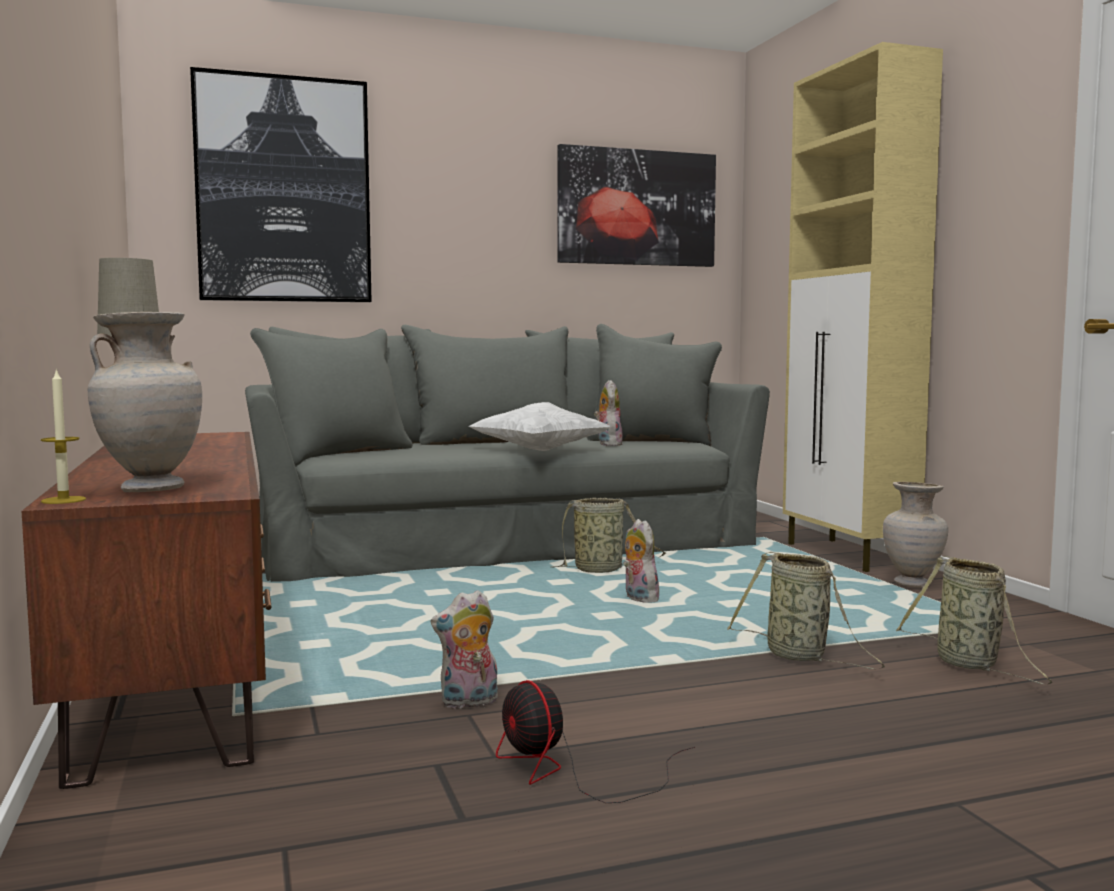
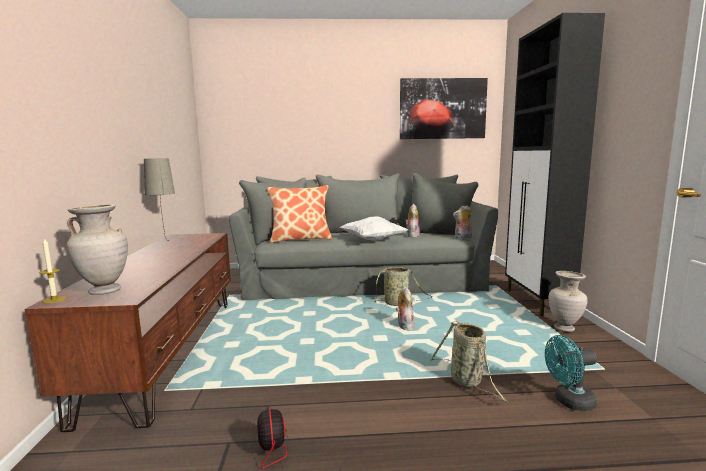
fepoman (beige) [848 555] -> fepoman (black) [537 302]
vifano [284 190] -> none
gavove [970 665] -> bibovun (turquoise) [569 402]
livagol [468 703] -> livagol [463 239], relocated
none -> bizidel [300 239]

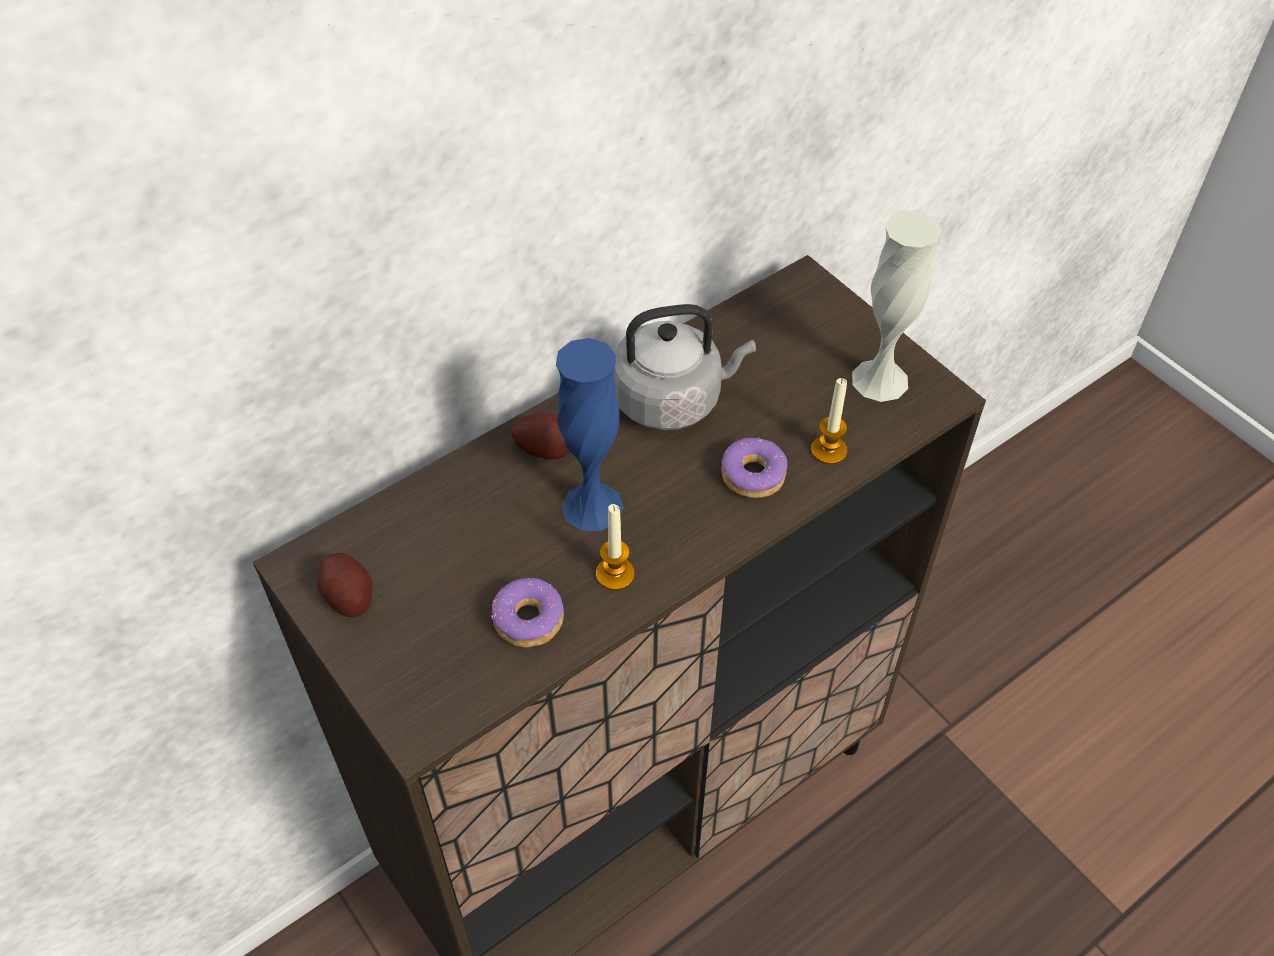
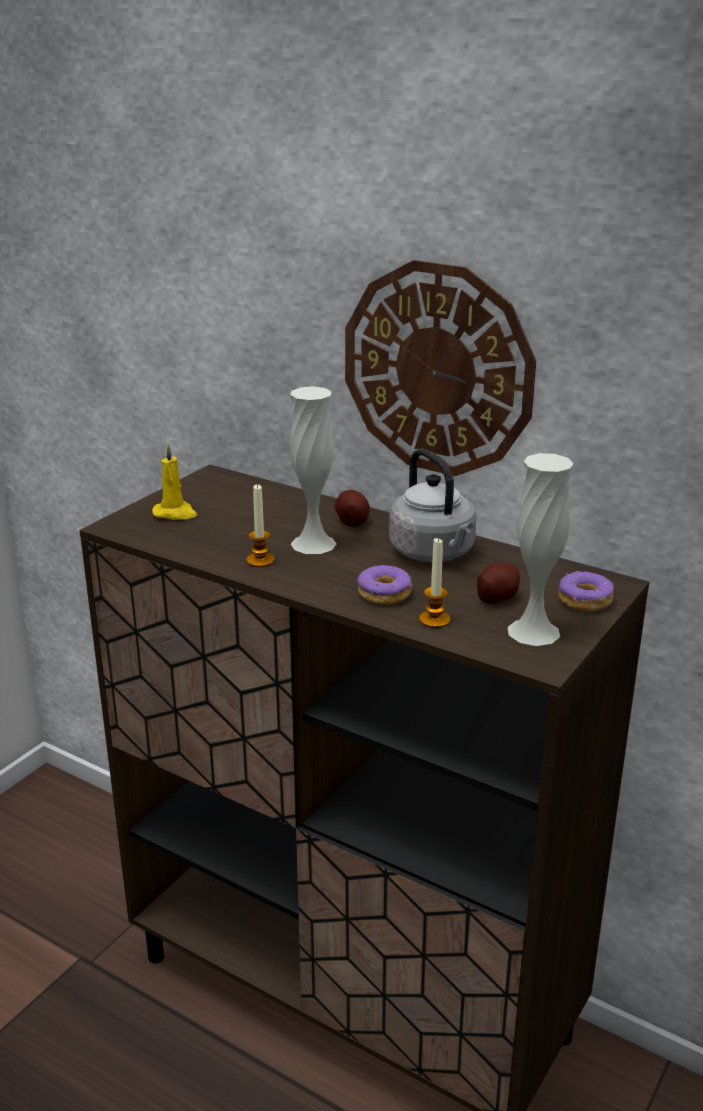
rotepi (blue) [592 506] -> rotepi (white) [313 544]
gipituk [348 596] -> gipituk [497 597], relocated
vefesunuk [529 620] -> vefesunuk [584 601], relocated
none -> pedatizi [437 370]
none -> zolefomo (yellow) [175 513]

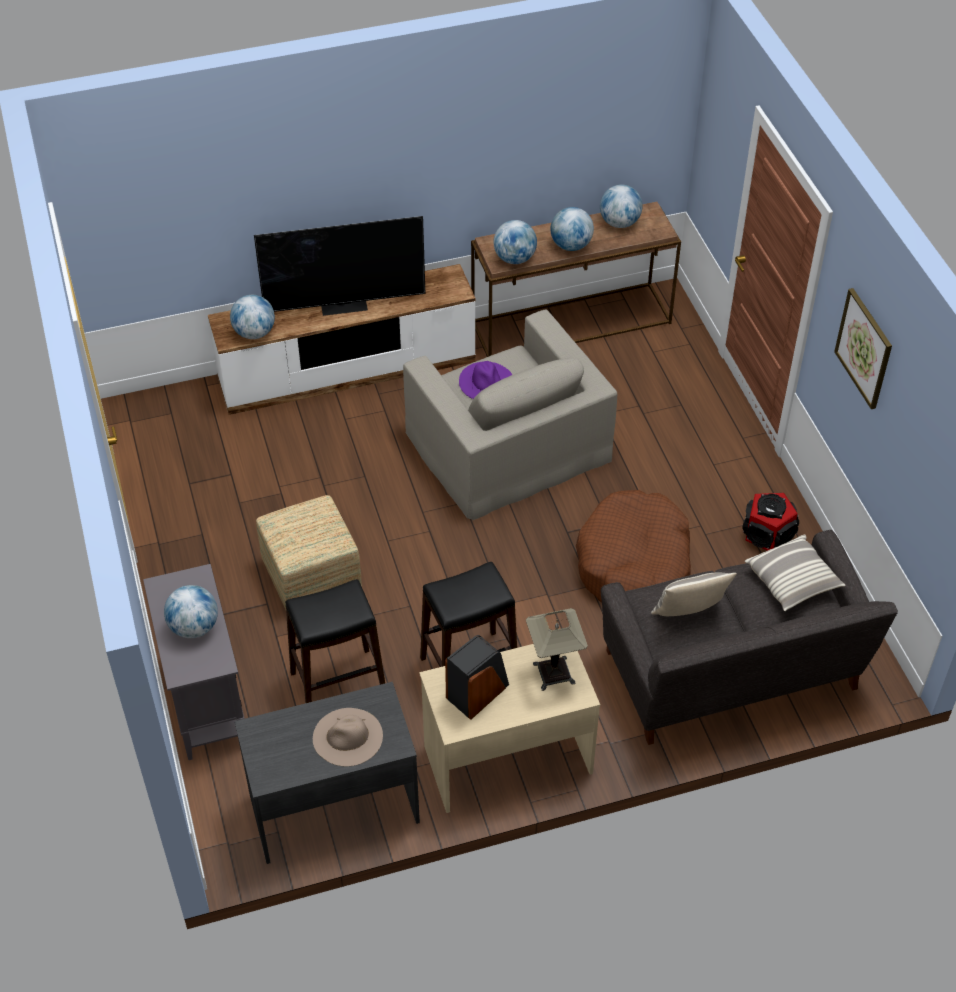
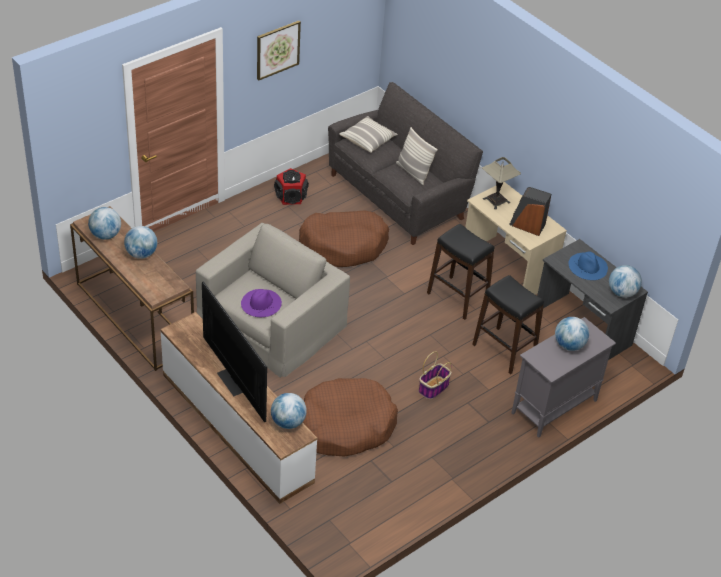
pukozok [514 259] -> pukozok [622 292], relocated
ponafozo [310 575] -> gavove [433 388]
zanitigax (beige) [347 737] -> zanitigax (blue) [588 266]
none -> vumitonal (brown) [345 426]

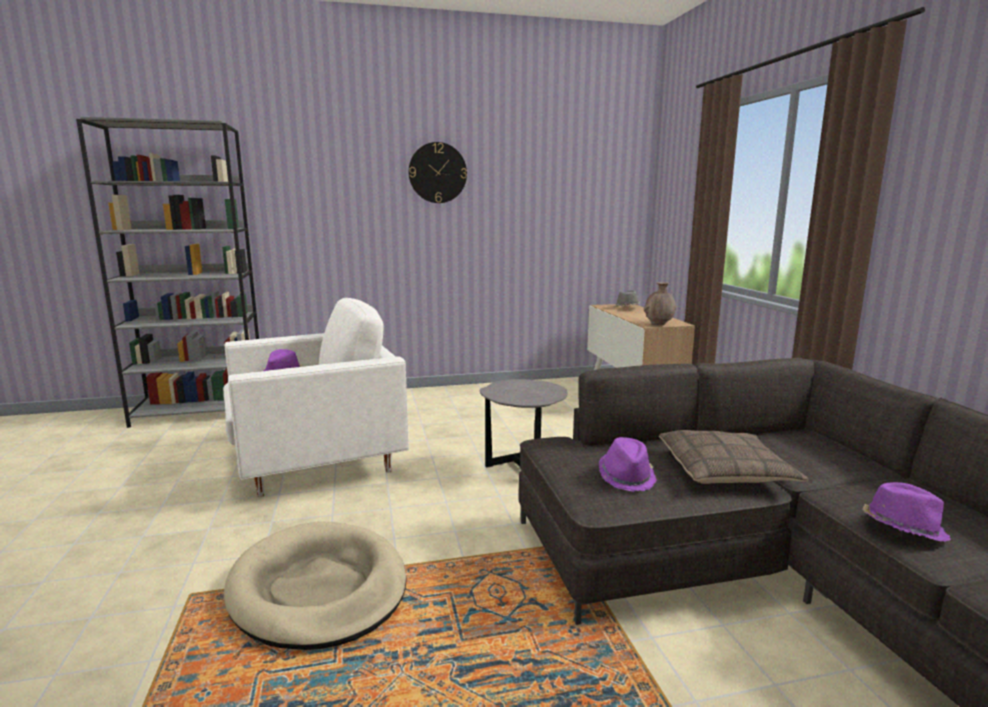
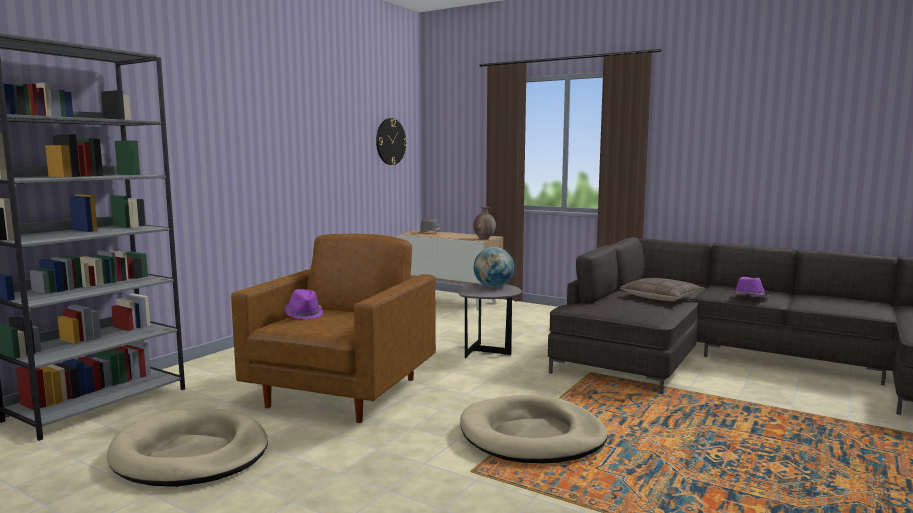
pedatizi [437 173] -> pedatizi [390 141], relocated
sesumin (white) [316 462] -> sesumin (brown) [342 393]
zanitigax (purple) [626 477] -> none
none -> pukozok [493 287]
none -> vumitonal (beige) [191 454]

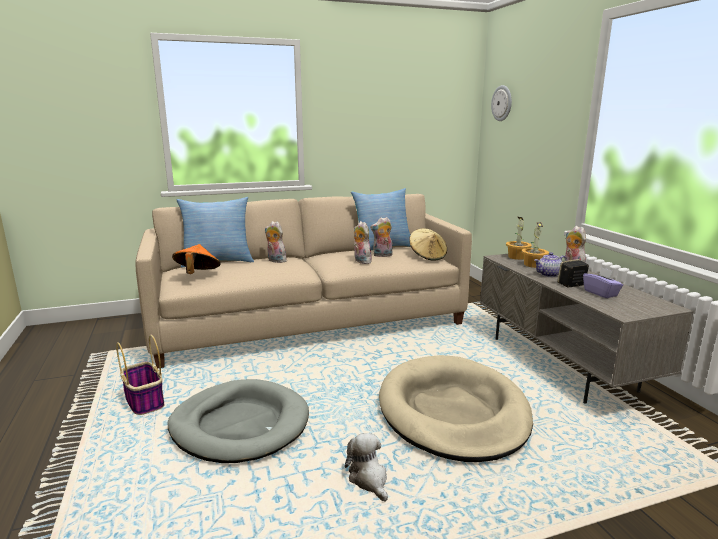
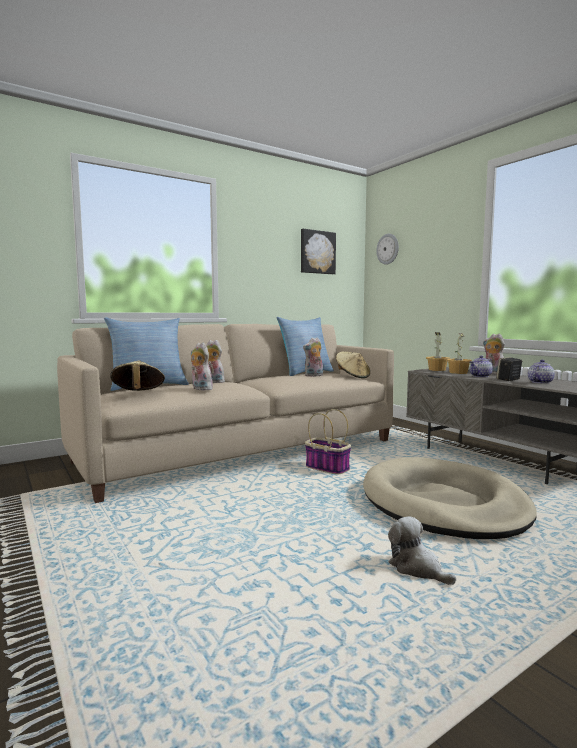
livagol [361 261] -> livagol [200 389], relocated
zanitigax (orange) [197 274] -> zanitigax (beige) [138 393]
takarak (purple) [601 293] -> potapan [540 382]
gavove [144 401] -> gavove [326 468], relocated
vumitonal (grey) [240 425] -> none
none -> vifano [317 252]

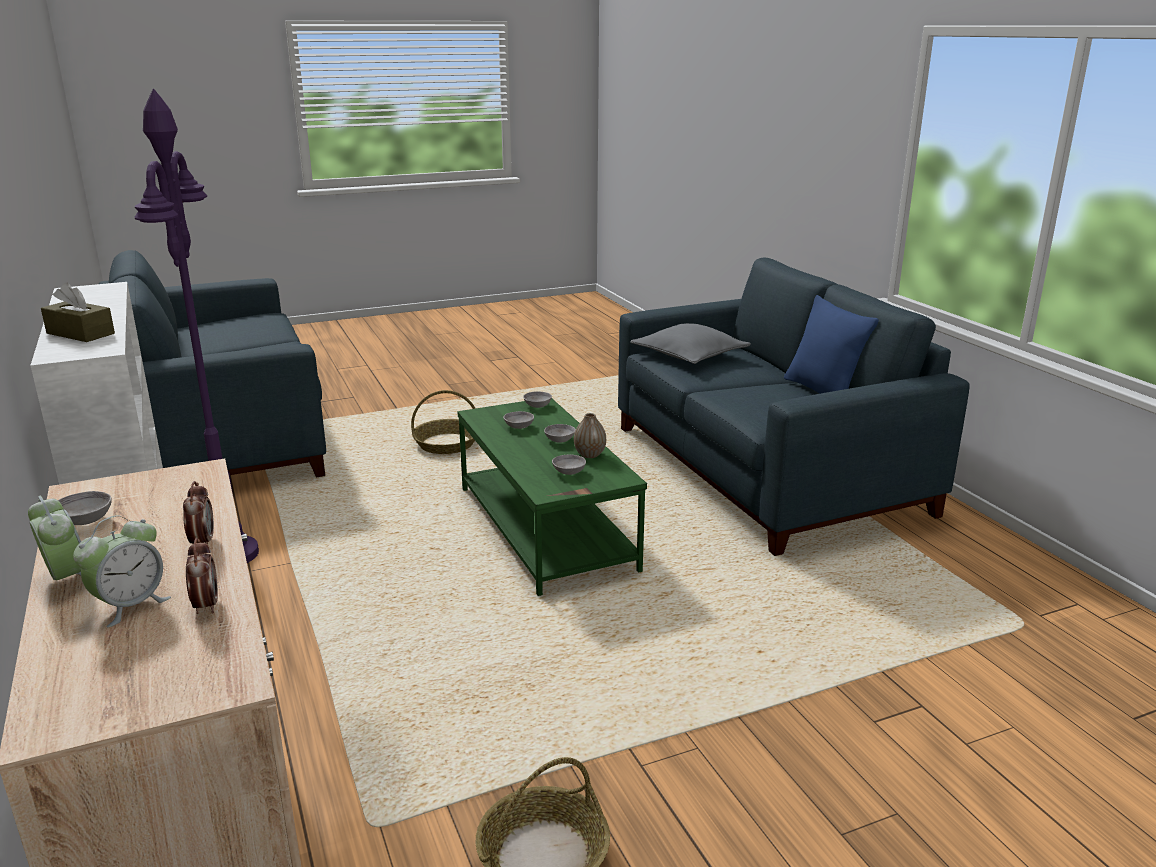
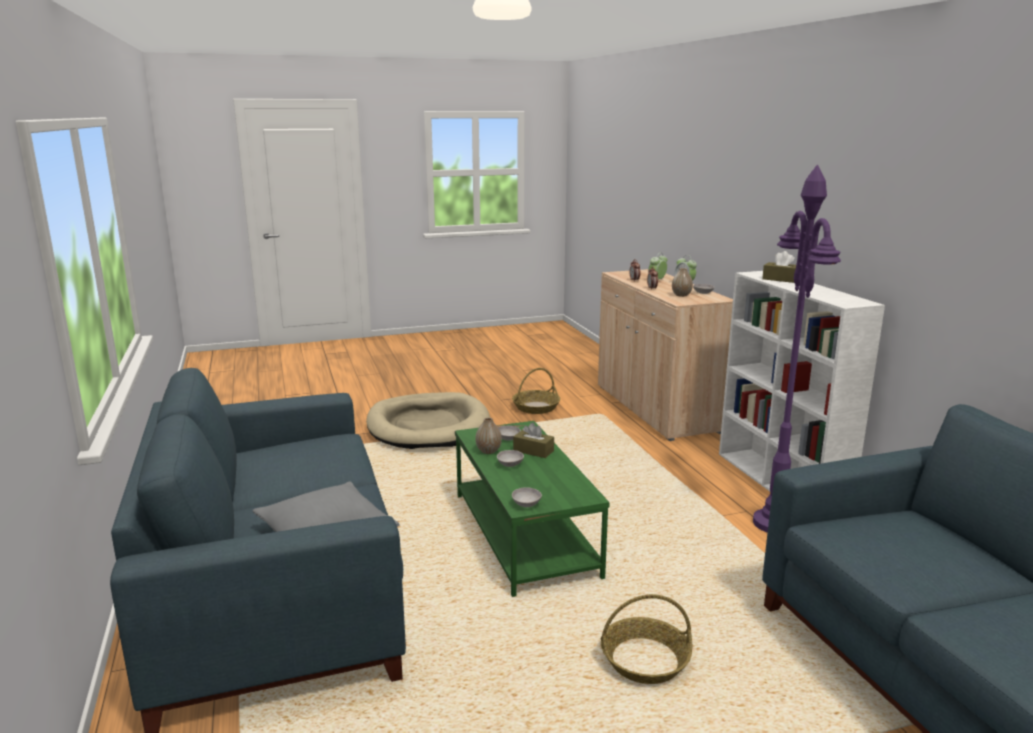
bizidel (blue) [822 392] -> none
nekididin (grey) [518 427] -> none
none -> rotepi [681 295]
none -> vumitonal (beige) [428 426]
none -> takarak (brown) [533 451]

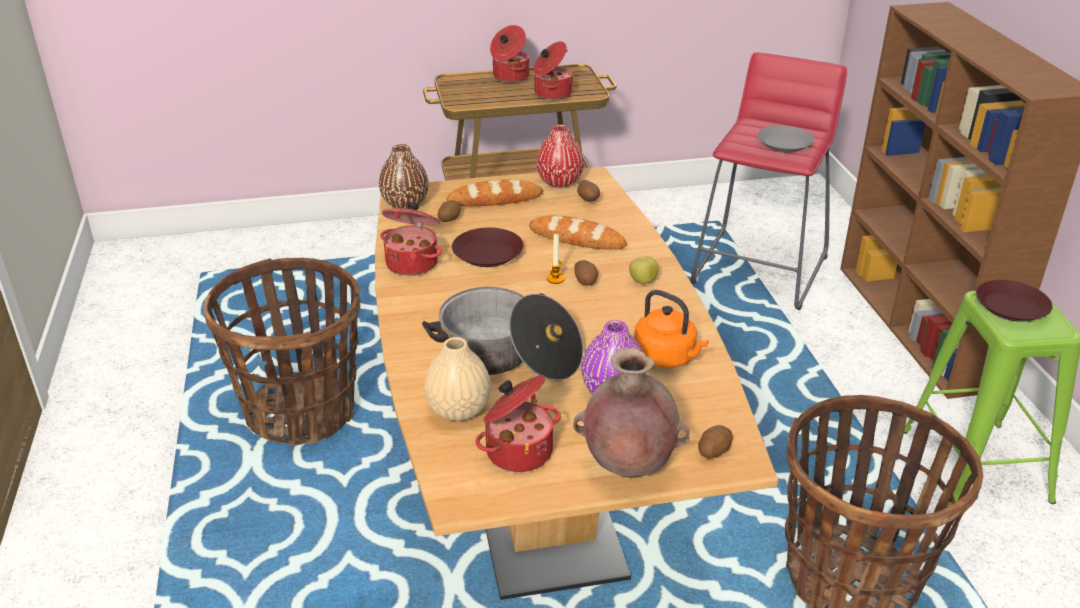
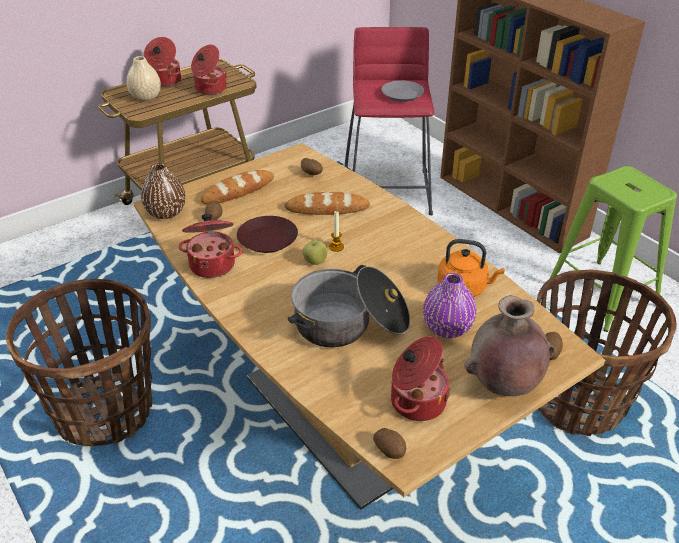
rotepi (red) [559 182] -> none
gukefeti [643 281] -> gukefeti [315 261], relocated
gipituk [586 281] -> gipituk [390 449], relocated
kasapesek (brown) [1011 307] -> none
rotepi (beige) [458 410] -> rotepi (beige) [146 97], relocated

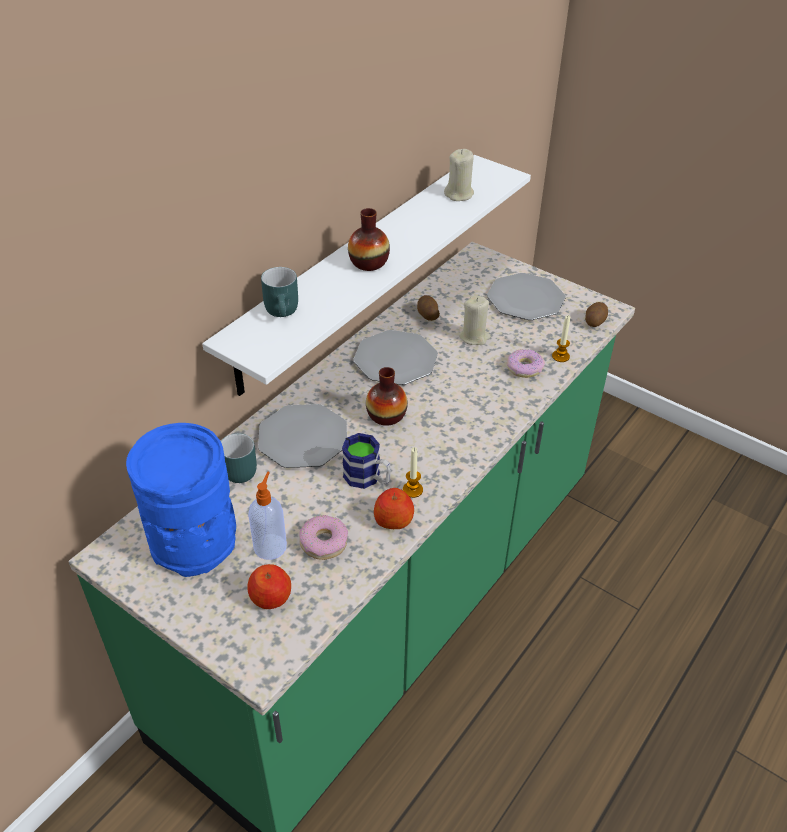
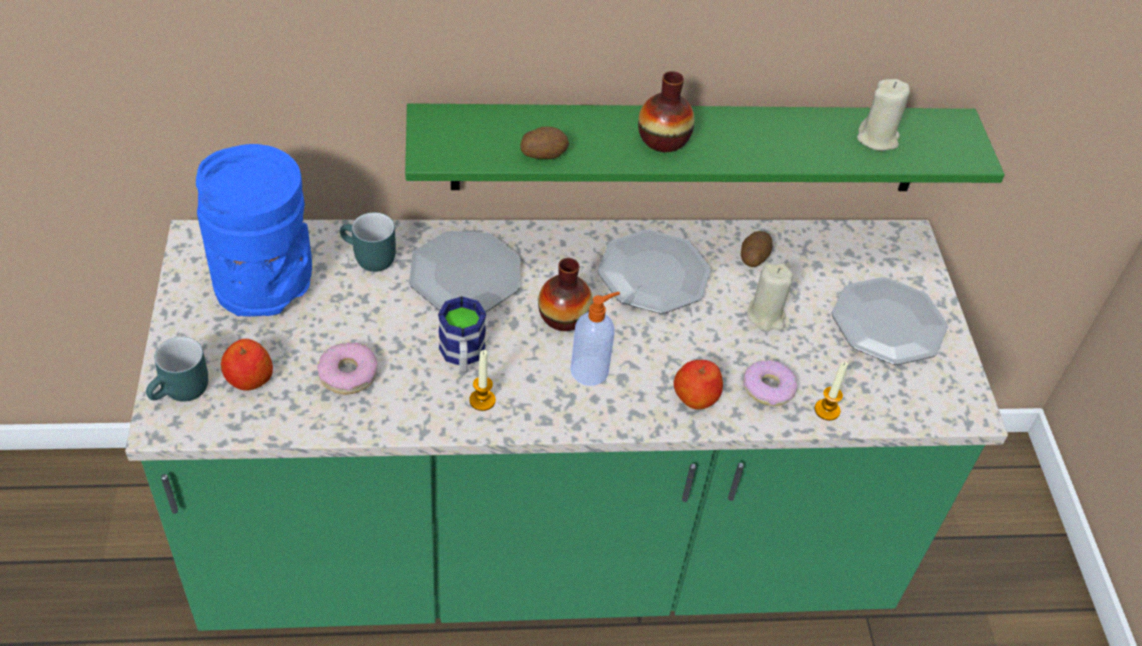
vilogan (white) [357 270] -> vilogan (green) [690 148]
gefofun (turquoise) [284 311] -> gefofun (turquoise) [183 392], relocated
gipituk [594 321] -> gipituk [543 153], relocated
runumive [270 546] -> runumive [591 370], relocated
gukefeti [393 520] -> gukefeti [695 396], relocated

